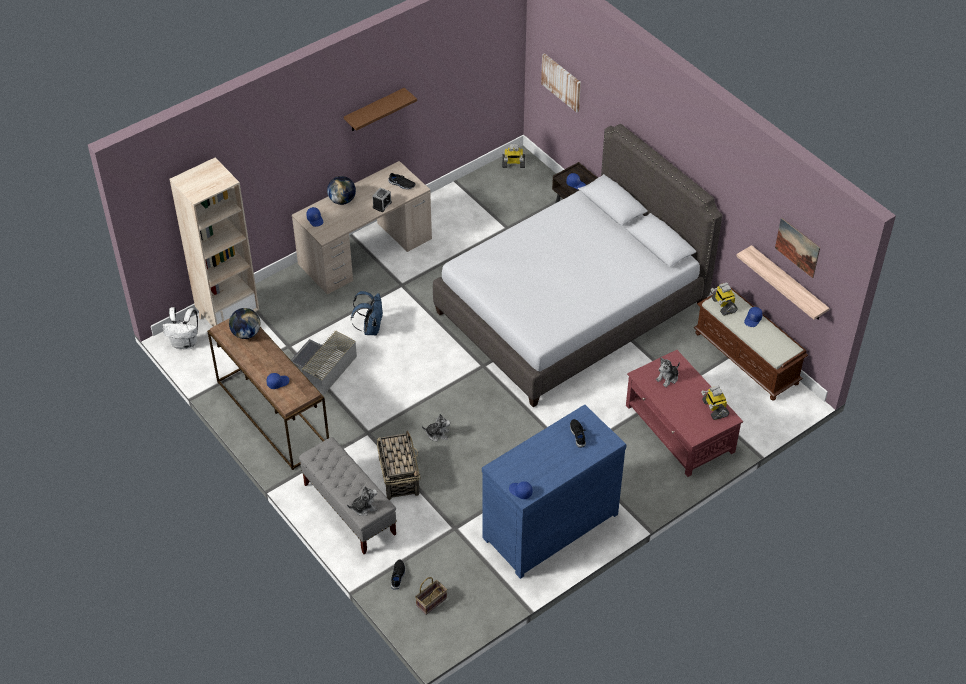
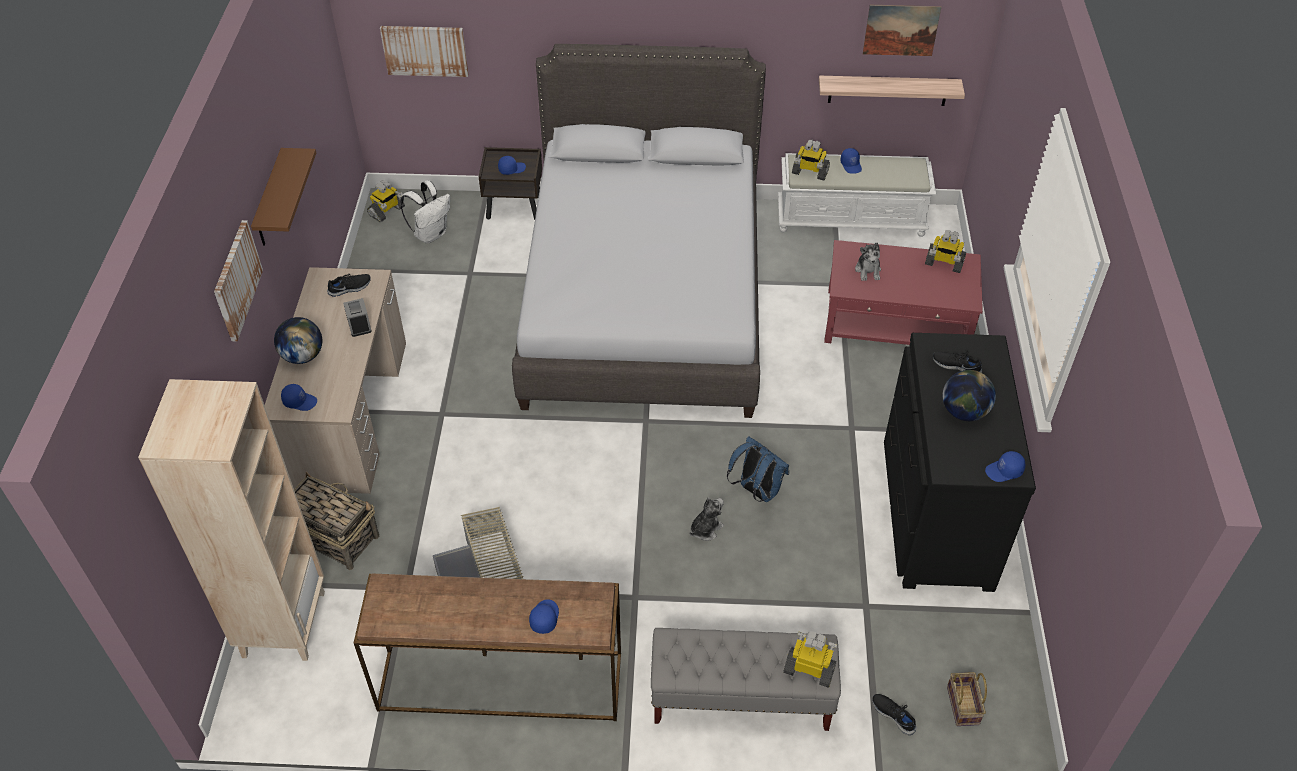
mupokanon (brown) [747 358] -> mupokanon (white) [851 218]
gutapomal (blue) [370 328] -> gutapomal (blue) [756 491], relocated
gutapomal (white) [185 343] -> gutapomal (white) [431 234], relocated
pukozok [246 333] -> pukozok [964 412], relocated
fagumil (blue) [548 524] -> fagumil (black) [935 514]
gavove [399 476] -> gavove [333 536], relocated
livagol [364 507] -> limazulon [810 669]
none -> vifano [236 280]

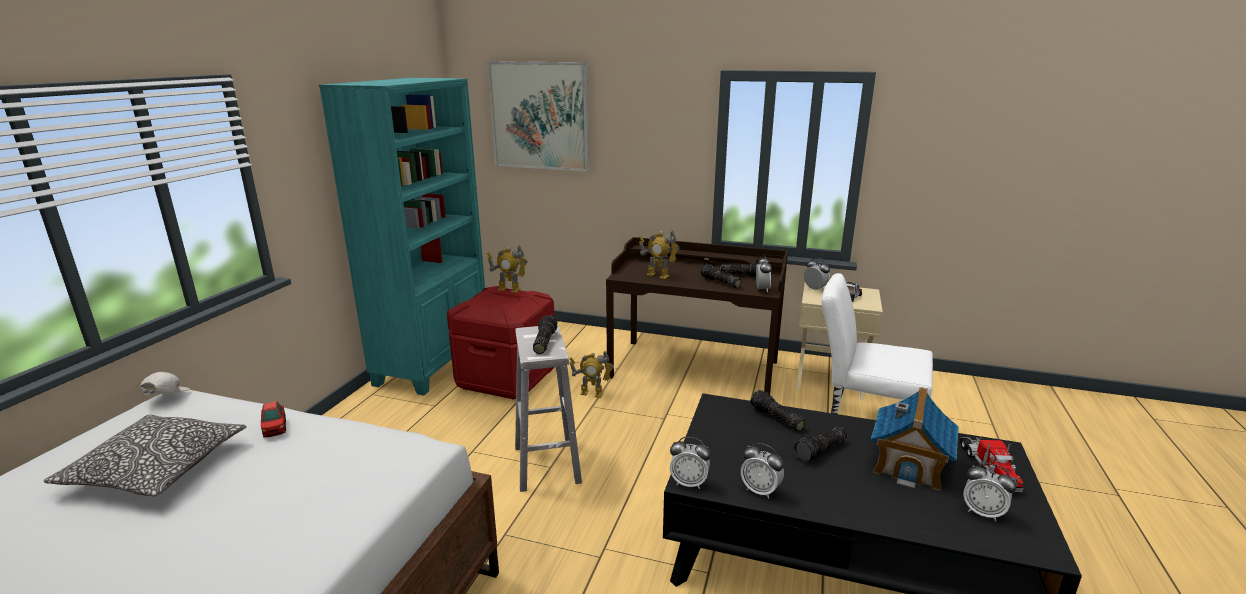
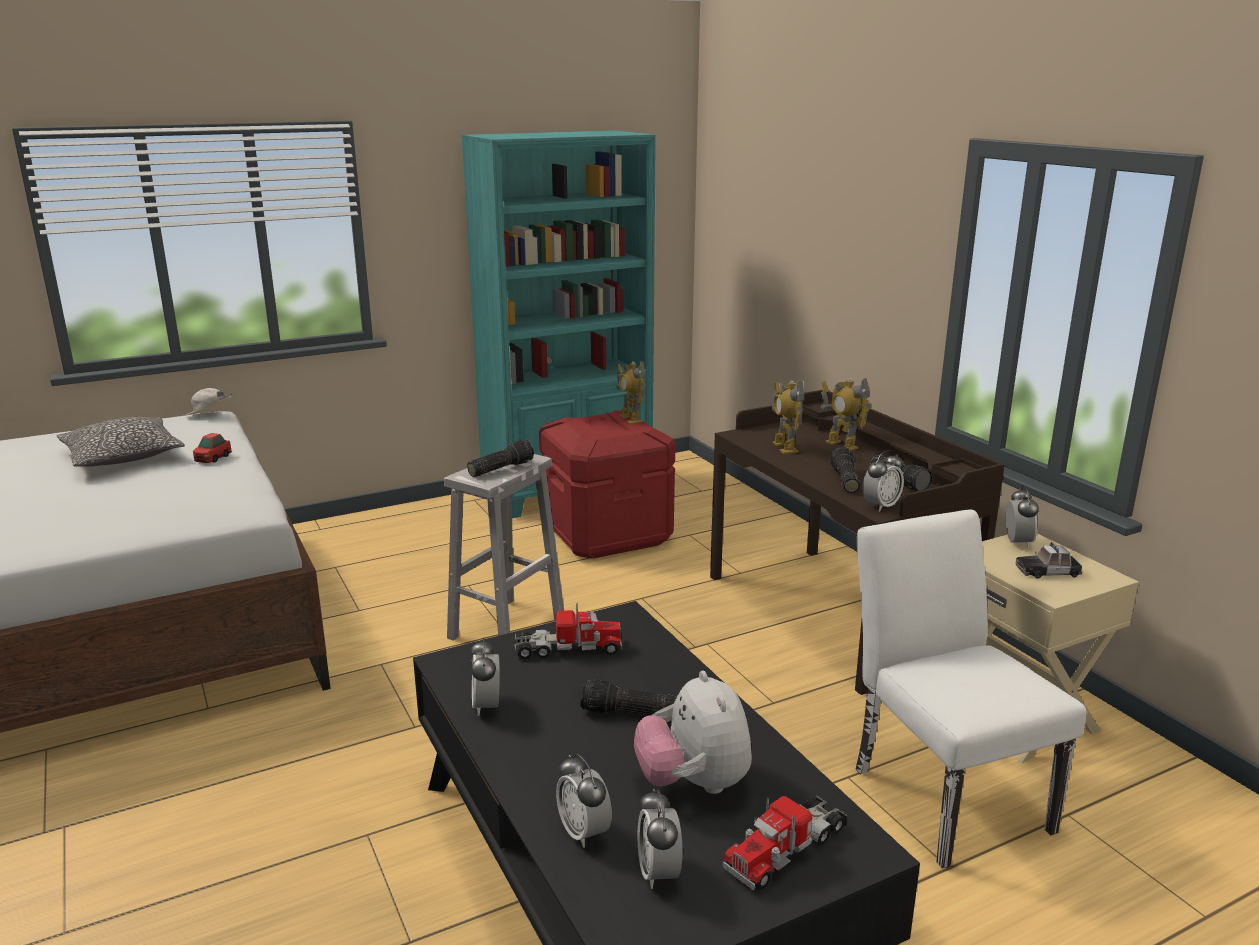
vifano [539 116] -> none
limazulon [591 393] -> limazulon [841 445], relocated
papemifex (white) [166 399] -> papemifex (white) [207 415], 135 degrees counterclockwise
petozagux [909 464] -> livagol [693 783]
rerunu [775 418] -> none
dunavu [689 483] -> dunavu [584 832], relocated
none -> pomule [567 649]

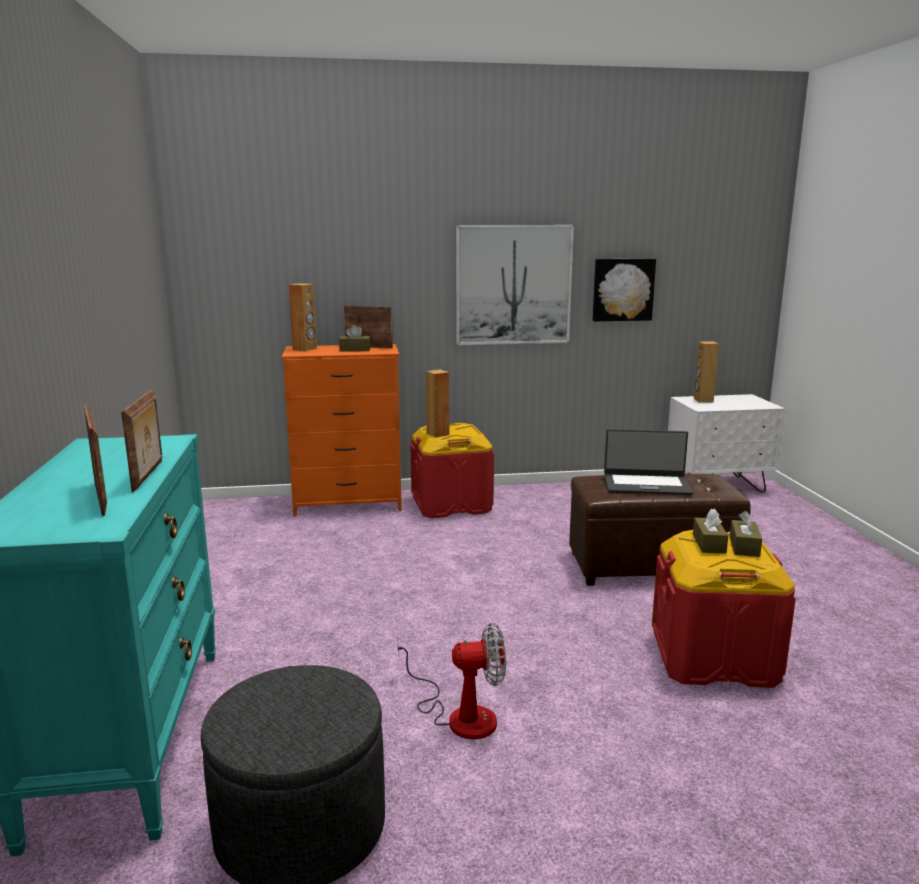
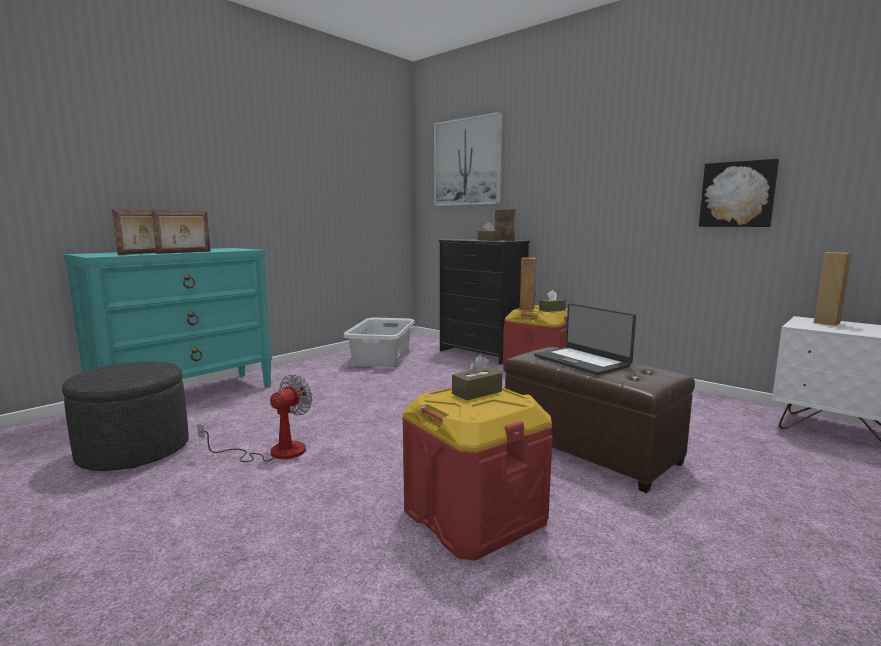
vifano [513 285] -> vifano [467 162], relocated
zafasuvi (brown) [305 349] -> none
fagumil (orange) [347 503] -> fagumil (black) [481 353]
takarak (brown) [744 547] -> takarak (brown) [552 310], relocated
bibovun [459 715] -> bibovun [274 452], 105 degrees counterclockwise
none -> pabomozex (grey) [382 357]

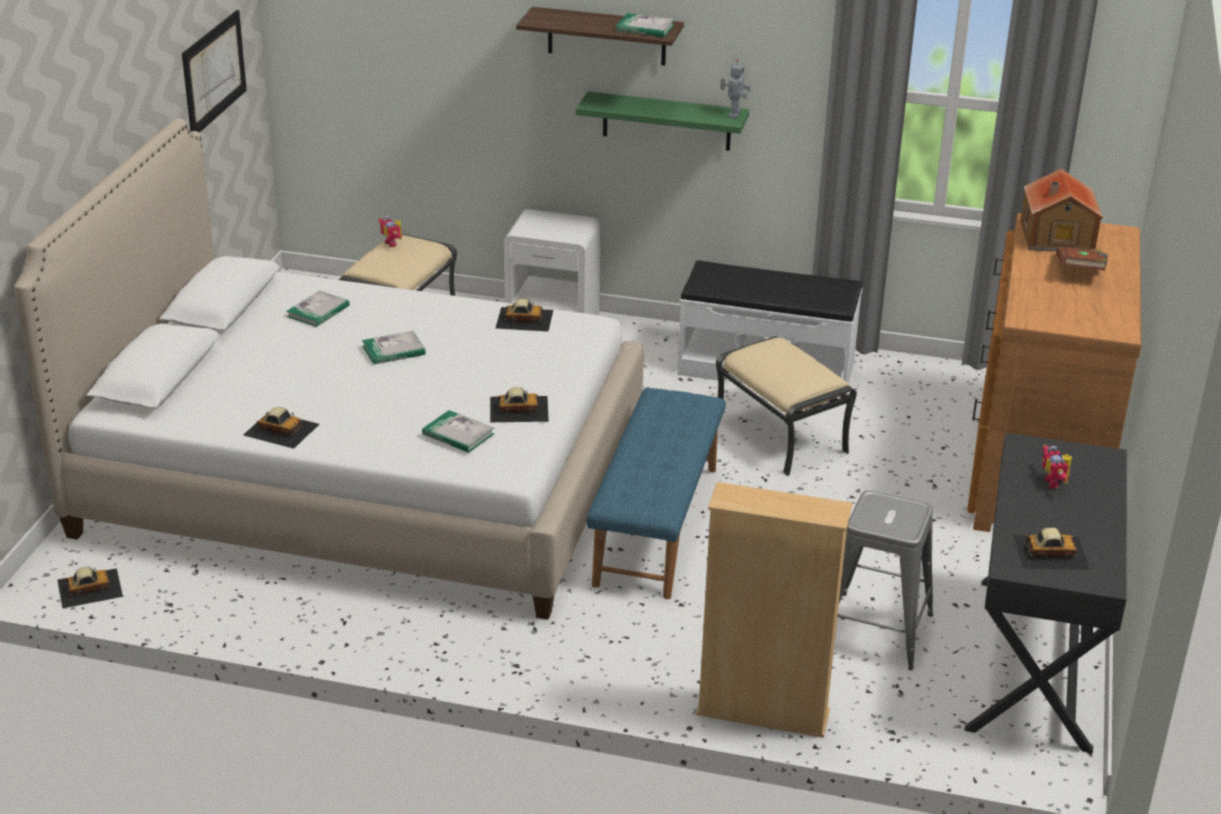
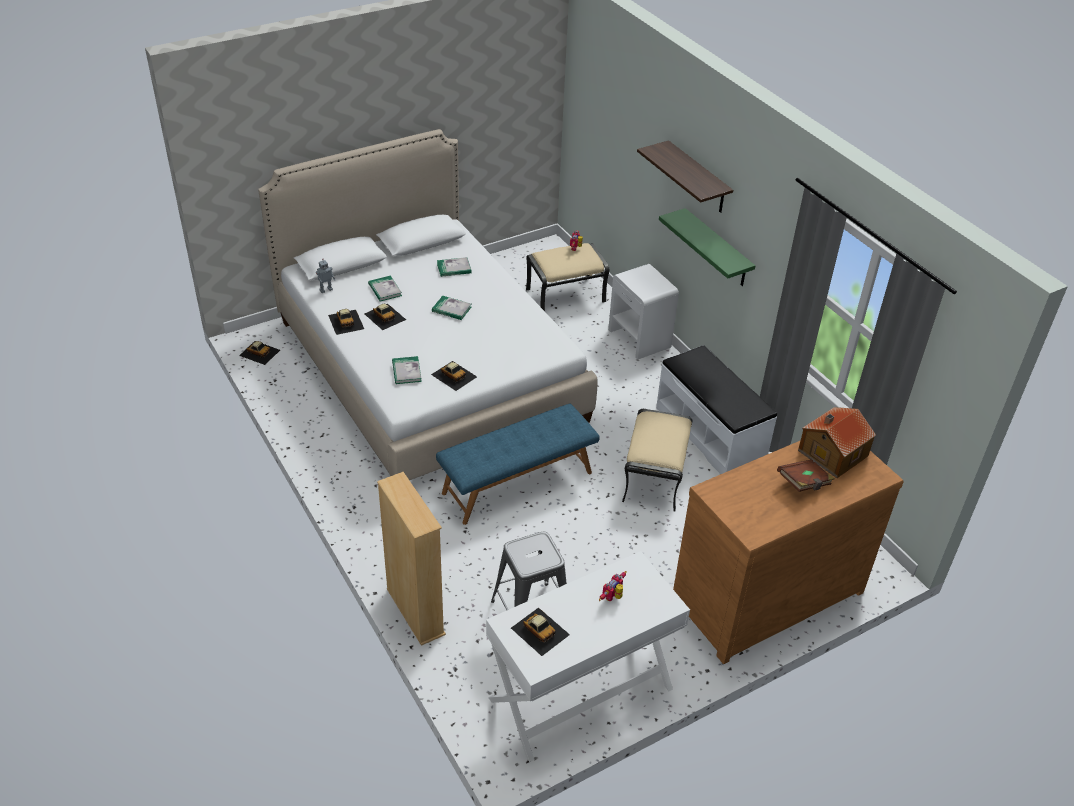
vifano [214 72] -> none
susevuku [645 28] -> susevuku [385 290], relocated
limazulon [733 114] -> limazulon [326 289], relocated
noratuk [524 318] -> noratuk [385 316], relocated
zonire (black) [1035 662] -> zonire (white) [581 694]

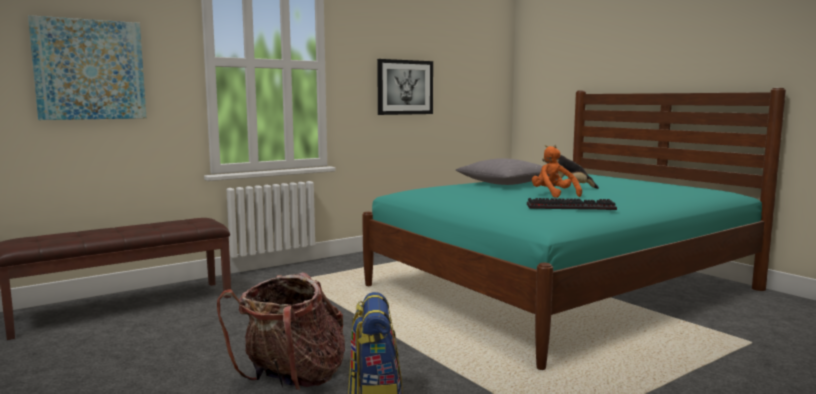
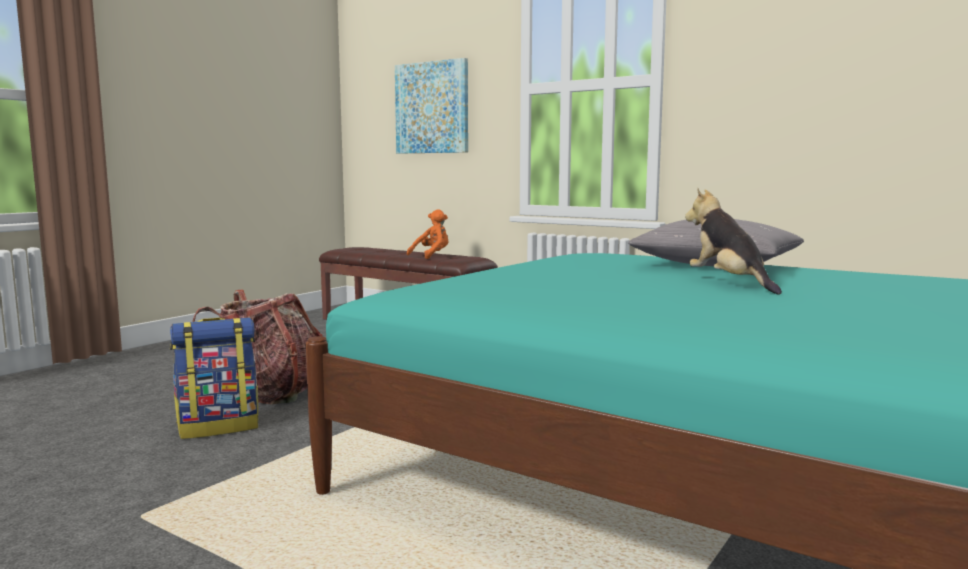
vifano [405 87] -> none
livagol (orange) [553 195] -> livagol (orange) [432 256], relocated
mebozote [571 207] -> none

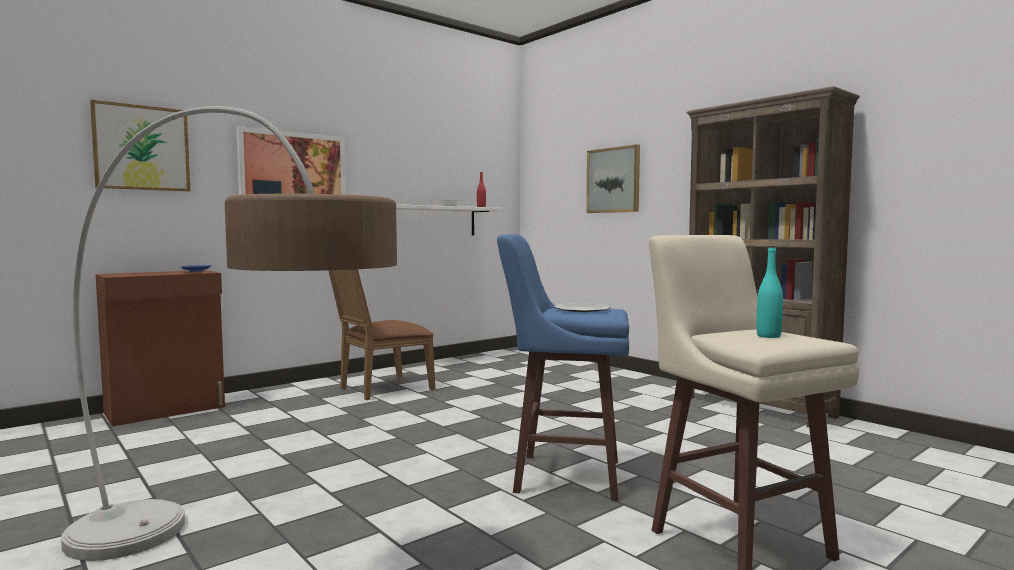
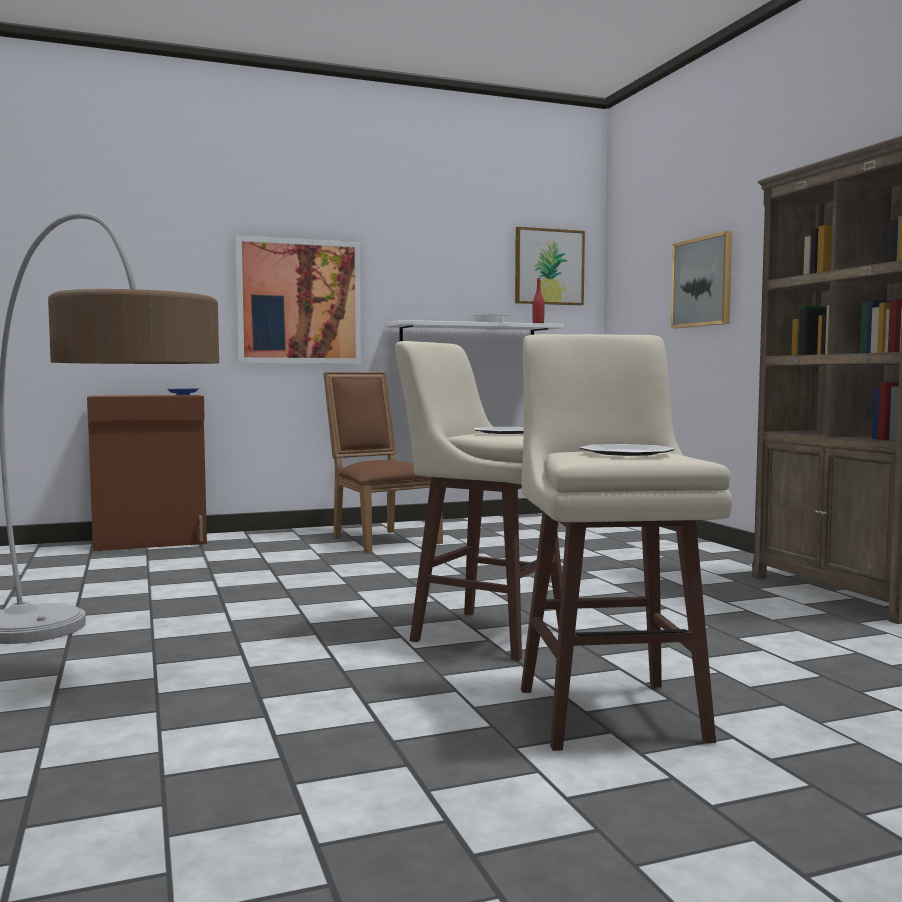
vifano [142 148] -> vifano [549 267], relocated
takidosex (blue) [564 476] -> takidosex (beige) [486 633]
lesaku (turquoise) [768 336] -> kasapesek [626 453]
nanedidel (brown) [381 389] -> nanedidel (brown) [380 540], 75 degrees clockwise

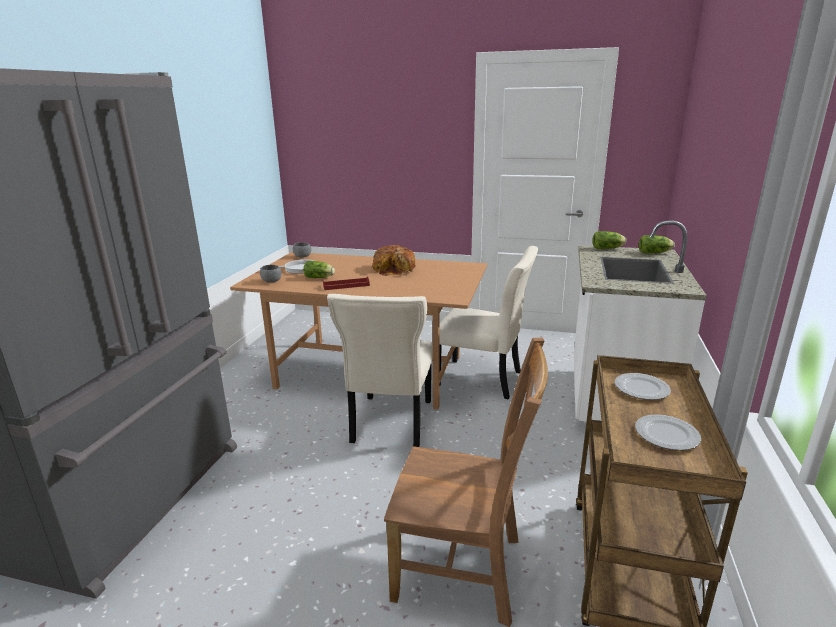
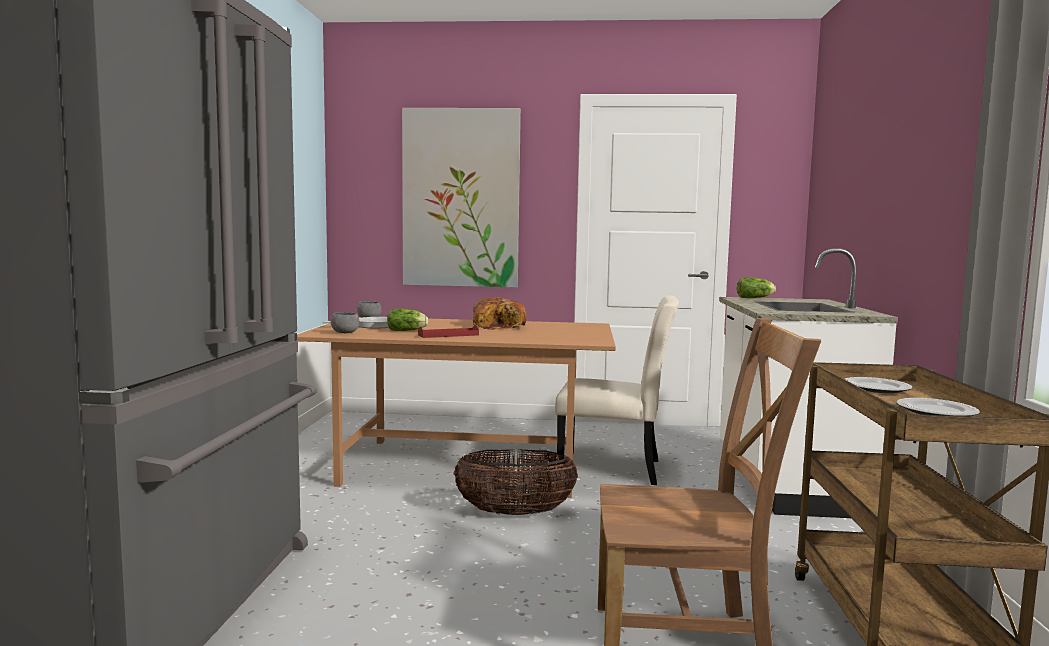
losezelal [655 253] -> none
nanedidel (beige) [390 423] -> gavove [515 513]
none -> vifano [461 198]

